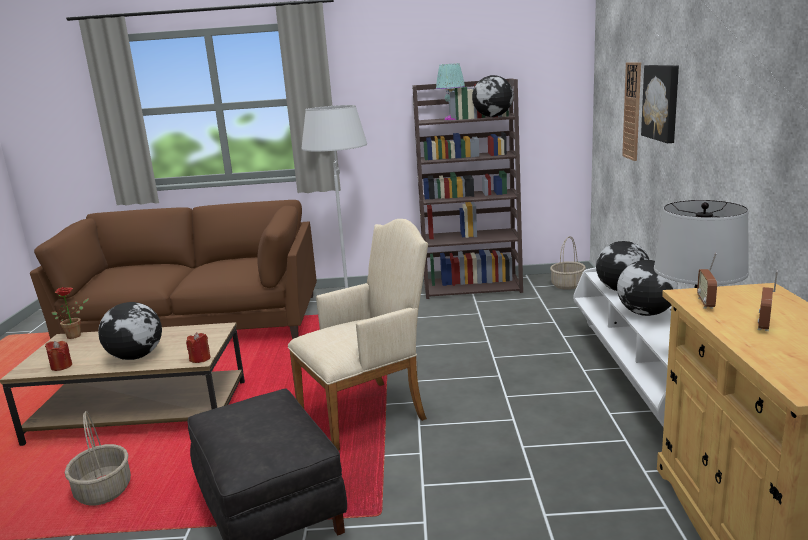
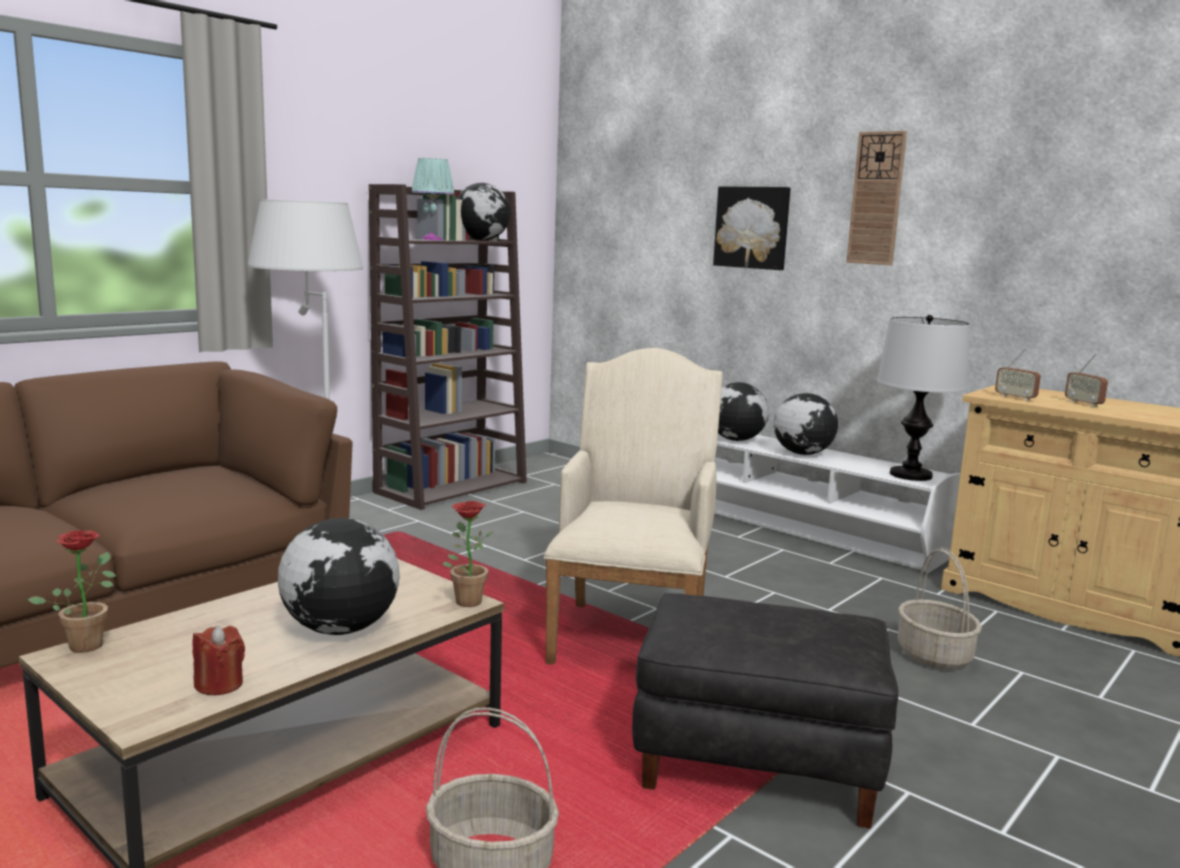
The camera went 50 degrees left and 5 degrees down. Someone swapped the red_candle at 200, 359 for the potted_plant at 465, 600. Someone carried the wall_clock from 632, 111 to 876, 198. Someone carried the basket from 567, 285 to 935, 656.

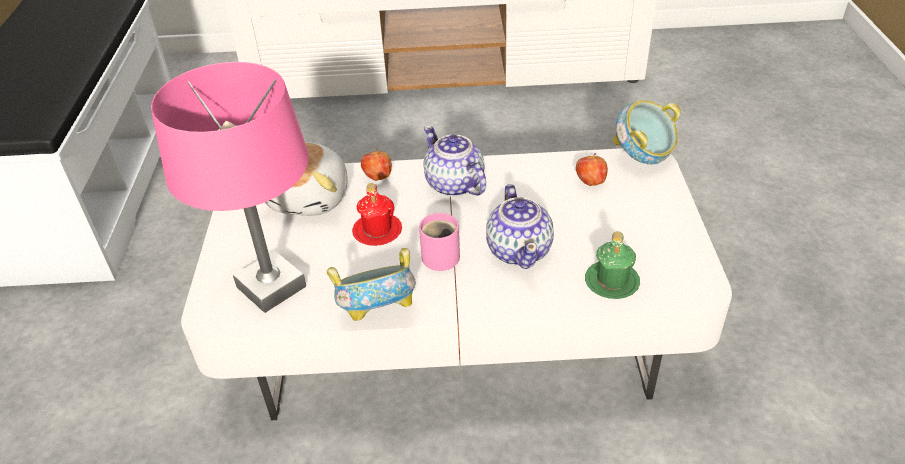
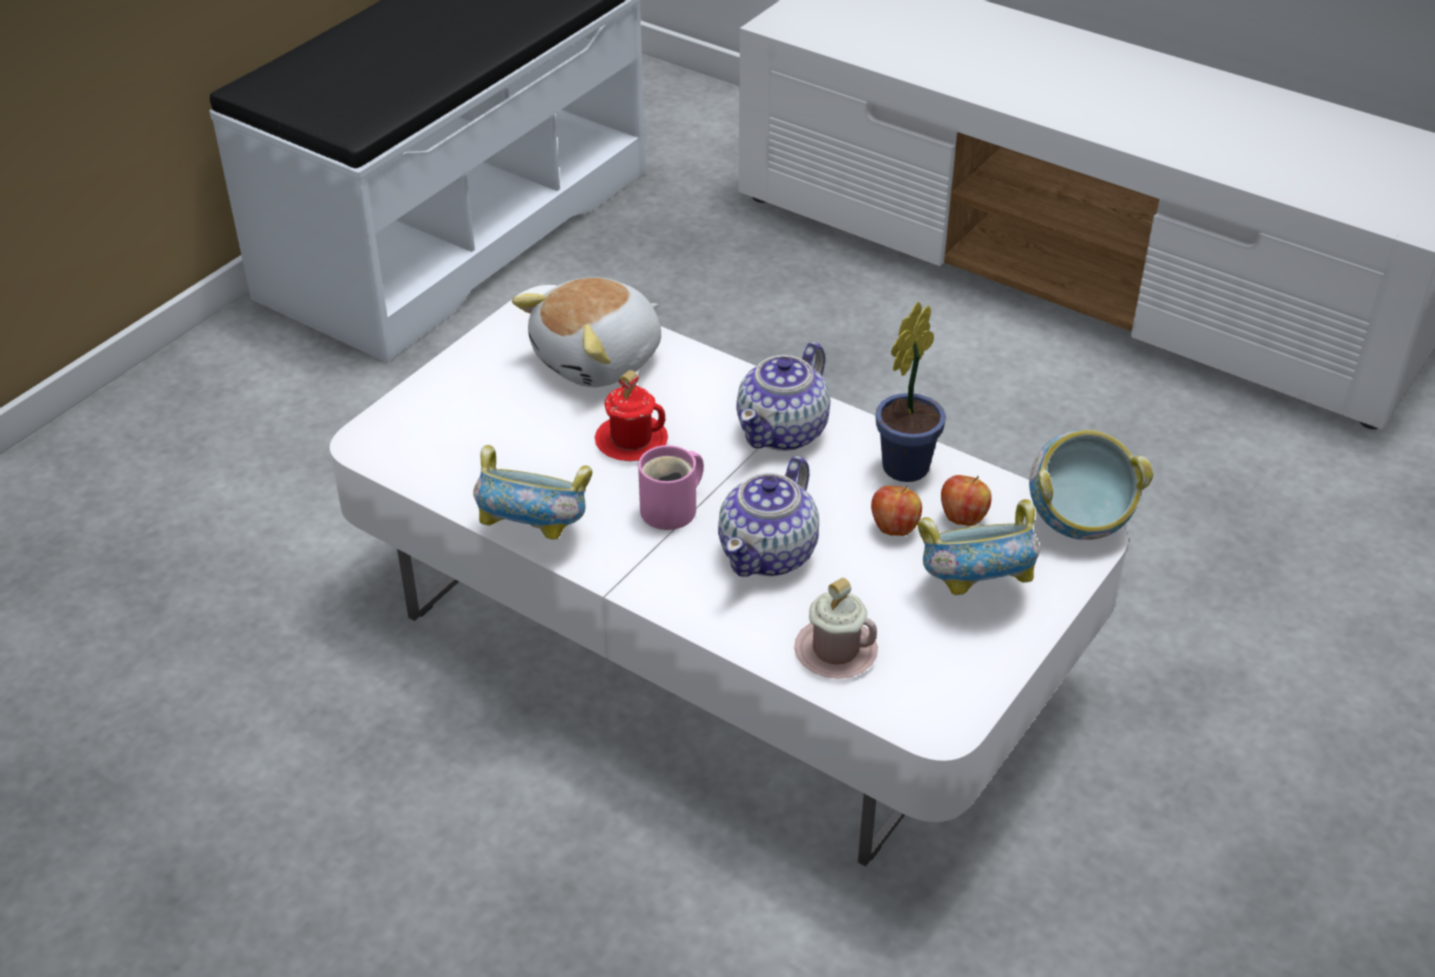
The camera went 35 degrees right and 0 degrees up. Someone rotated the teapot at 454, 185 by 150 degrees counterclockwise. Someone repainted the green_mug at 611, 281, which became the pink_mug at 835, 651. Someone carried the apple from 377, 177 to 894, 528. Someone put down the potted_plant at 909, 464. Someone put down the bowl at 975, 589. Someone took away the pink_table_lamp at 272, 286.

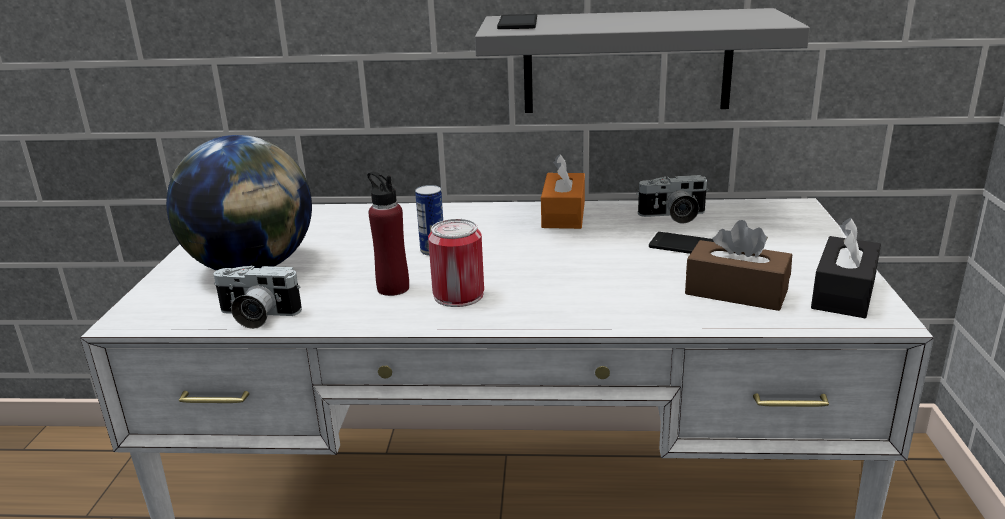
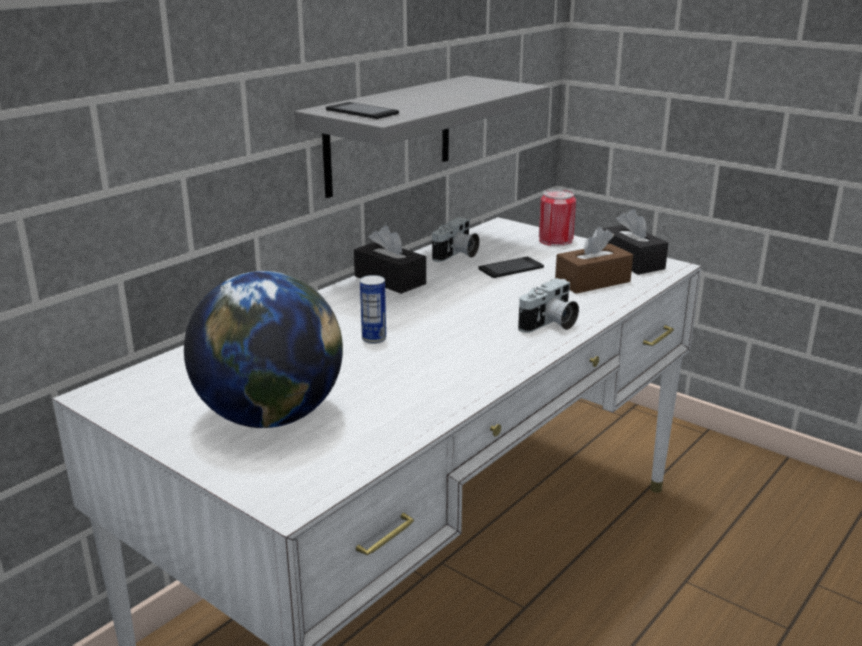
The camera went 55 degrees left and 0 degrees up. Someone repainted the orange_tissue_box at 563, 214, which became the black_tissue_box at 390, 280. Someone carried the photo_camera from 256, 316 to 550, 325. Someone carried the can from 458, 295 to 555, 240. Someone took away the red_bottle at 393, 288.

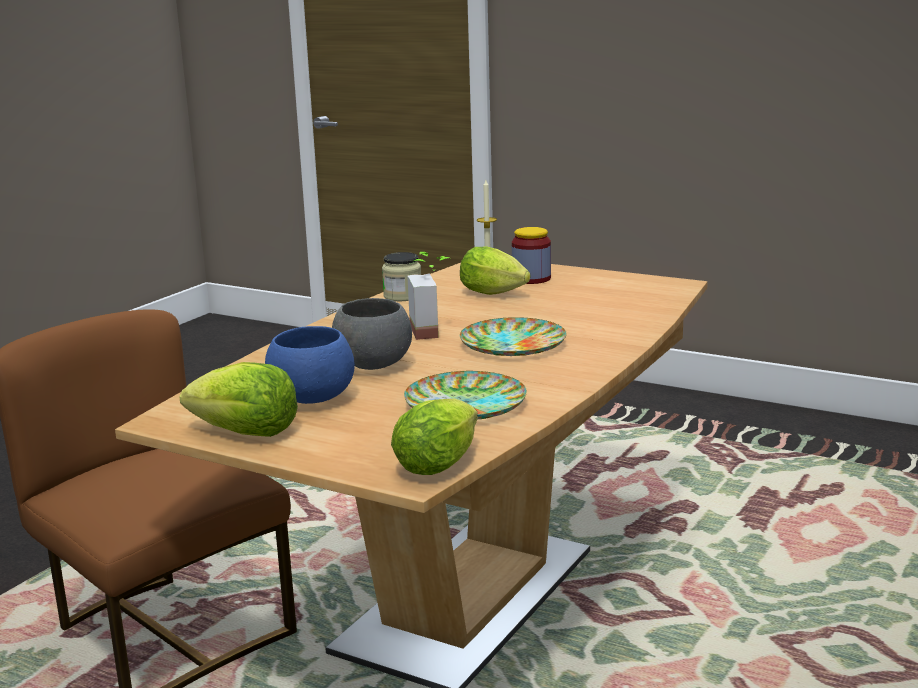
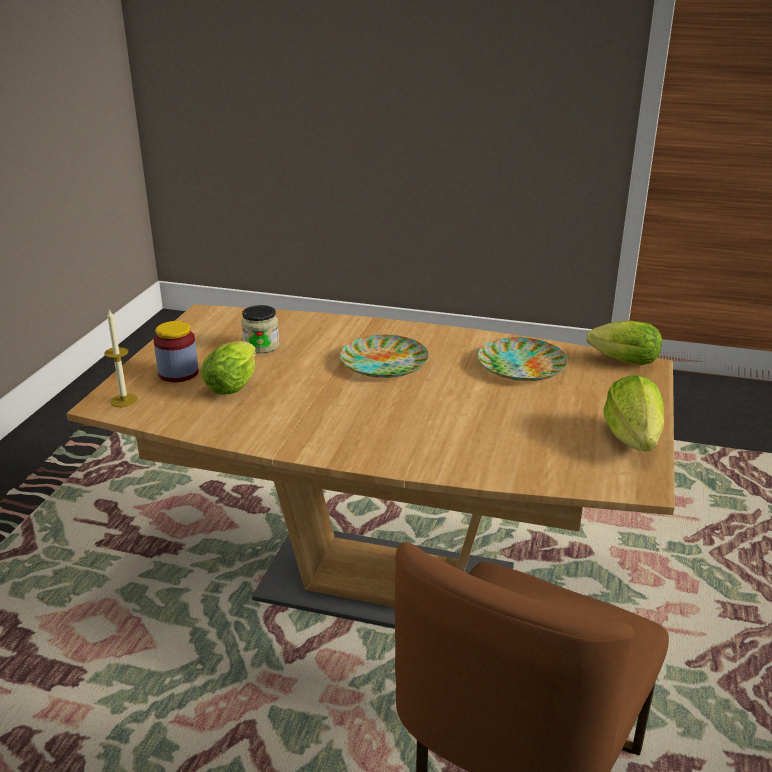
The camera went 105 degrees left and 10 degrees up. Someone carried the jar from 402, 296 to 261, 346. Someone took away the blue_bowl at 311, 399. Someone took away the grey_bowl at 372, 366. Someone took away the potted_plant at 433, 331.

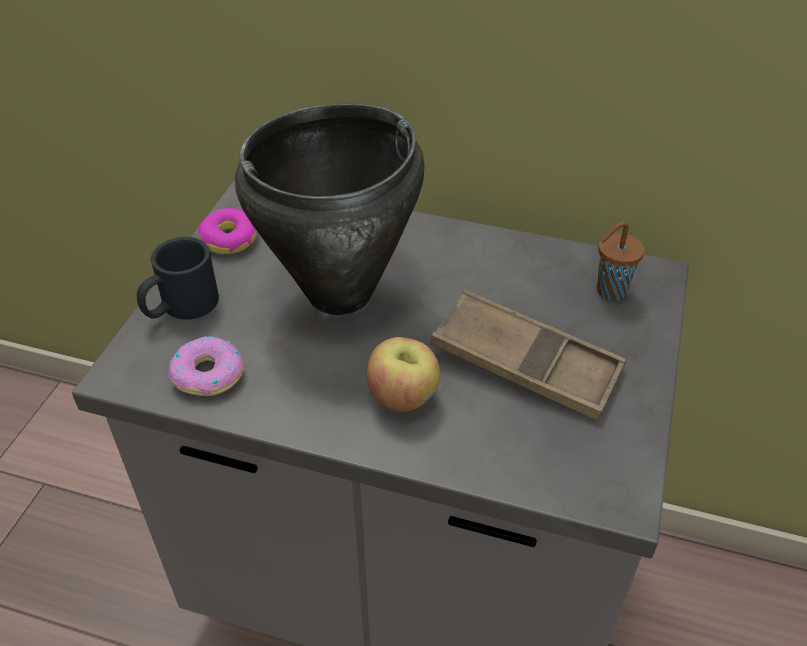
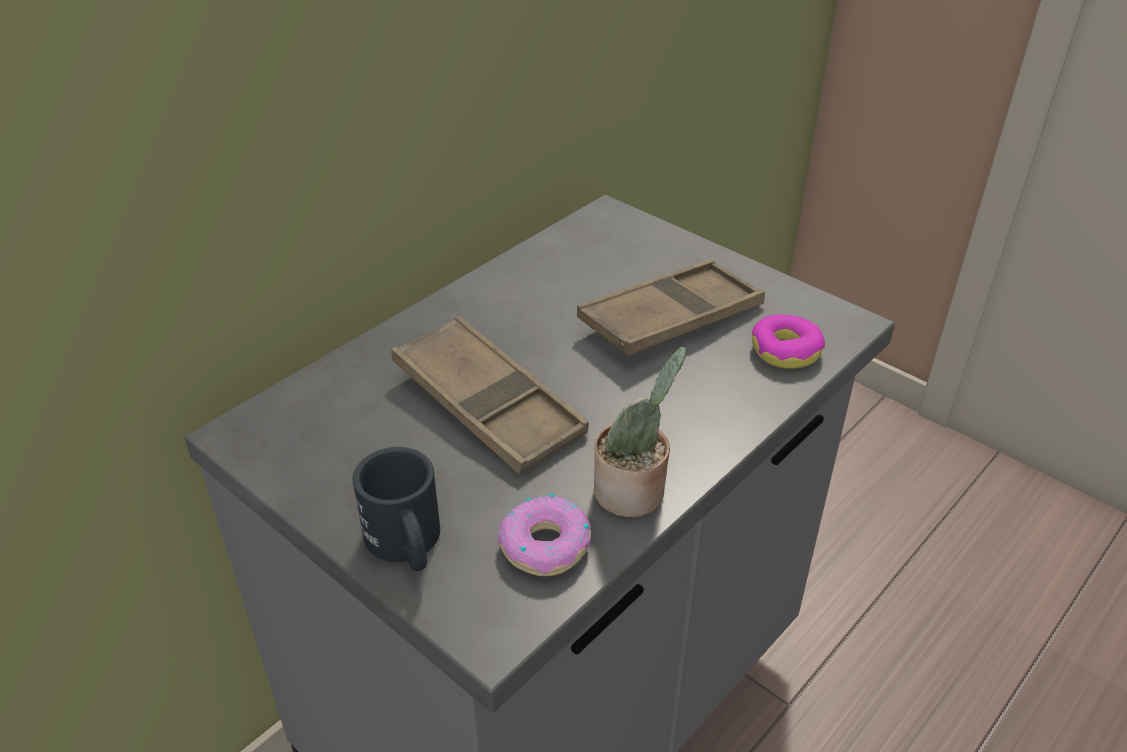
The camera went 65 degrees left and 5 degrees down. Someone swapped the black_cooking_pot at 341, 293 for the brown_tray at 488, 404. Someone put down the potted_plant at 633, 493. Someone carried the donut from 229, 239 to 786, 351. Someone took away the apple at 403, 397. Someone took away the brown_cup at 609, 291.

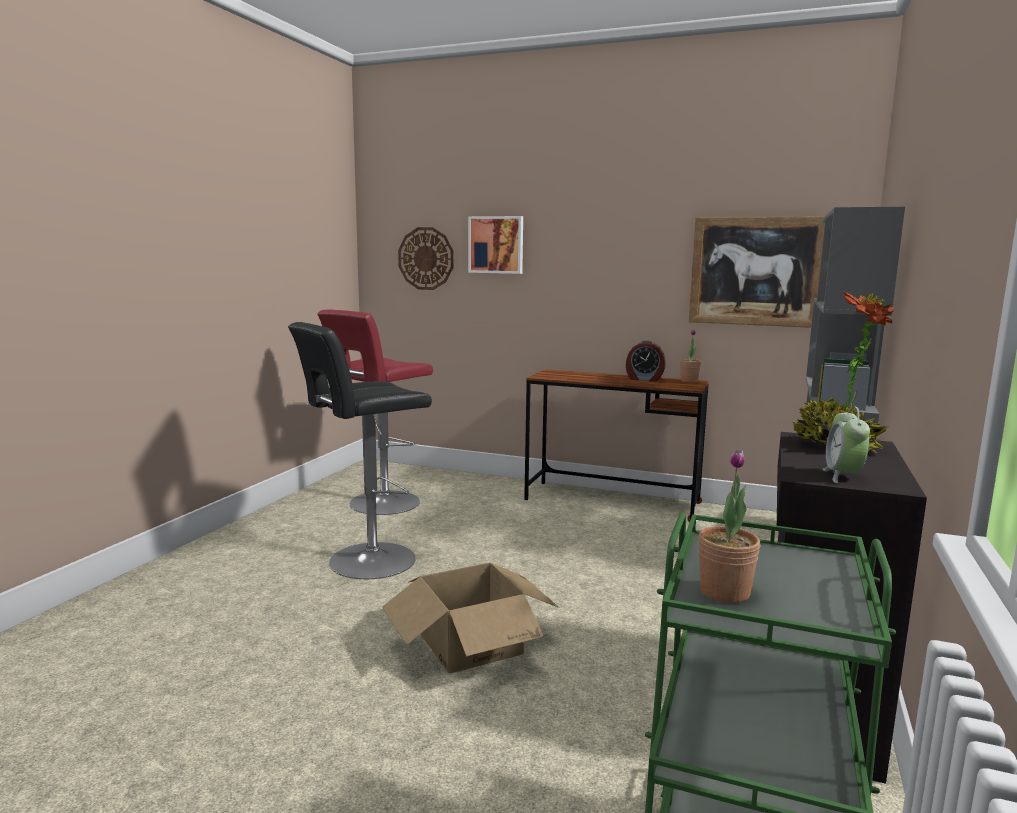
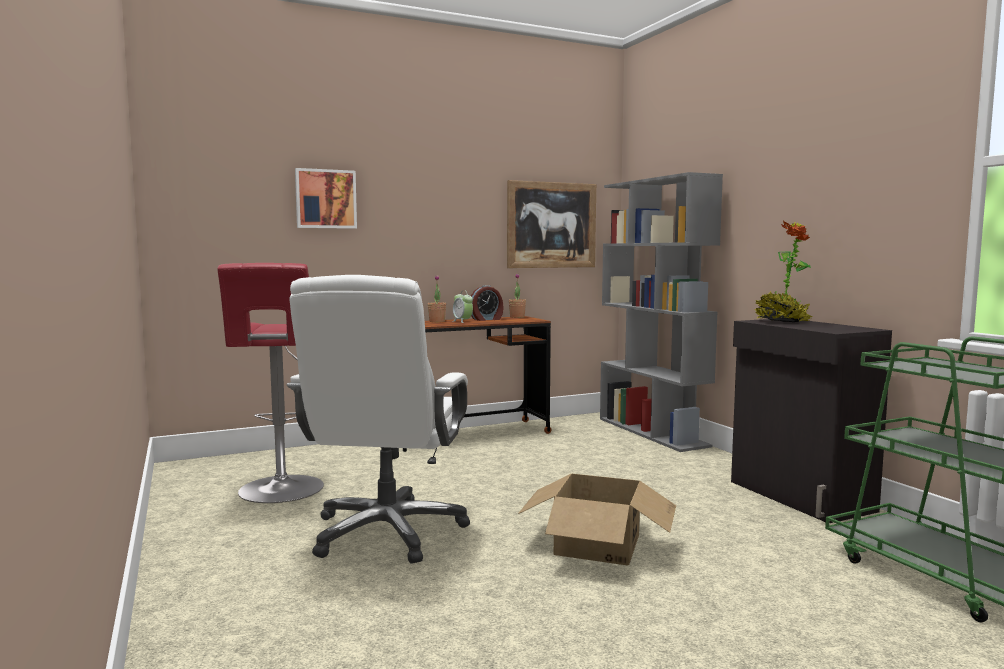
The camera went 45 degrees left and 5 degrees down. Someone swapped the black_stool at 366, 562 for the white_office_chair at 387, 532. Someone carried the potted_plant from 724, 592 to 437, 321. Someone carried the alarm_clock from 843, 476 to 462, 321. Someone took away the wall_clock at 426, 258.

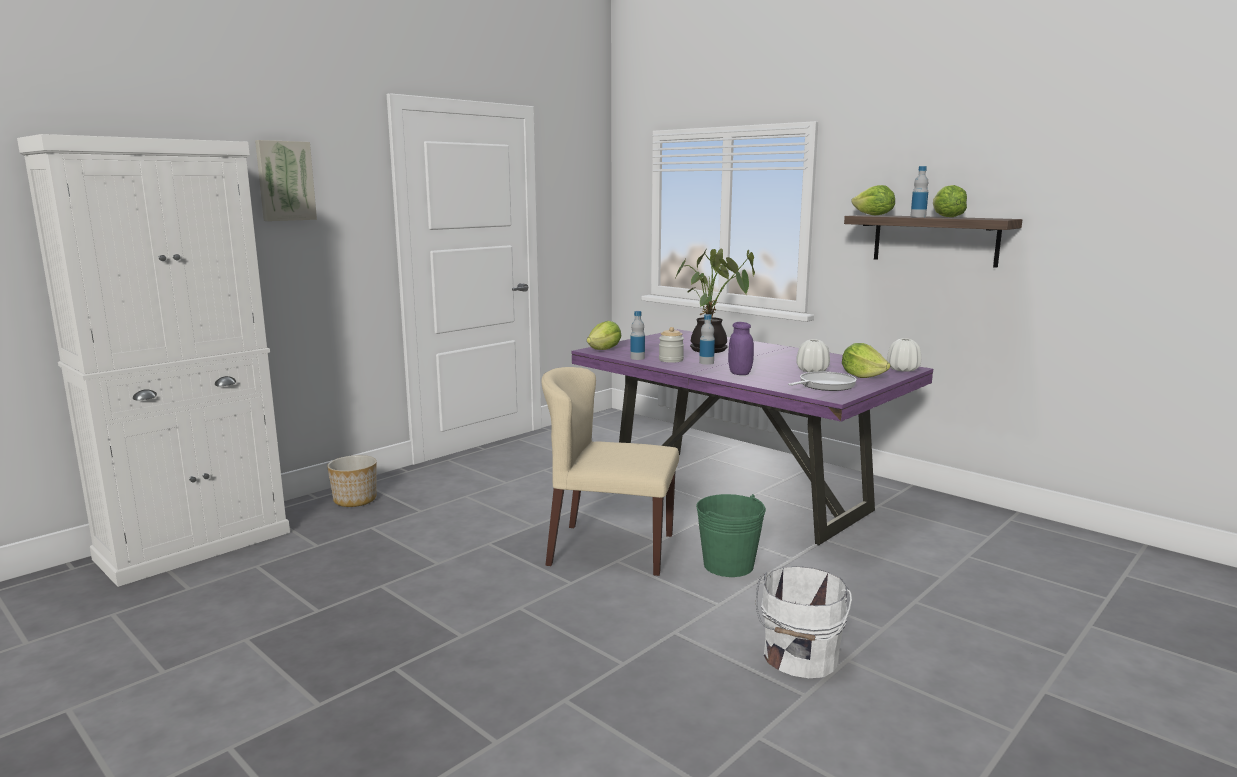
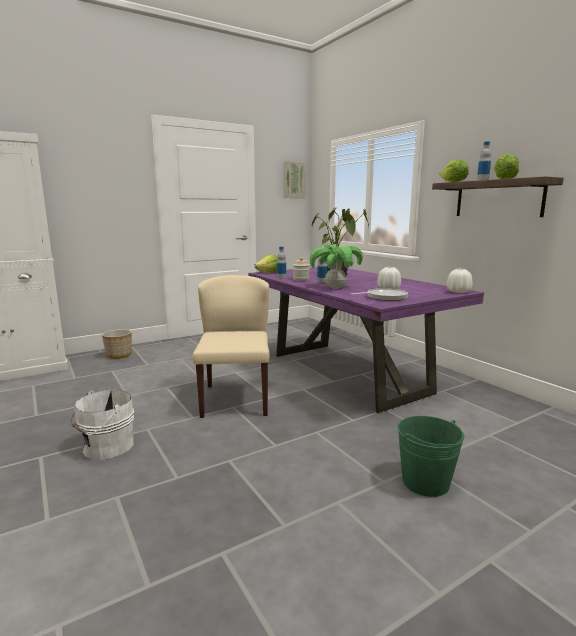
The camera went 15 degrees right and 0 degrees up. Someone carried the white_bucket from 799, 658 to 106, 447. Someone rotated the beige_chair at 610, 549 by 60 degrees clockwise. Someone carried the picture from 285, 181 to 293, 180. Someone swapped the purple_jar at 740, 373 for the potted_plant at 335, 288. Someone carried the green_bucket from 728, 565 to 425, 482. Someone took away the lettuce at 862, 376.

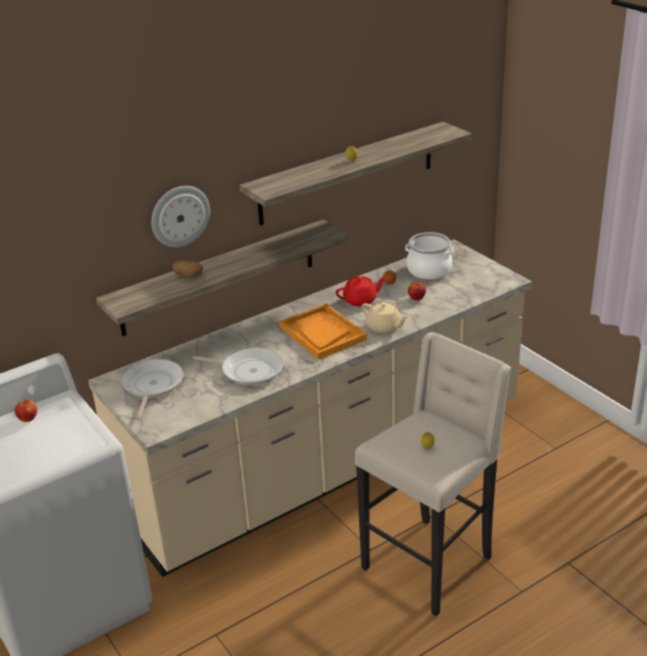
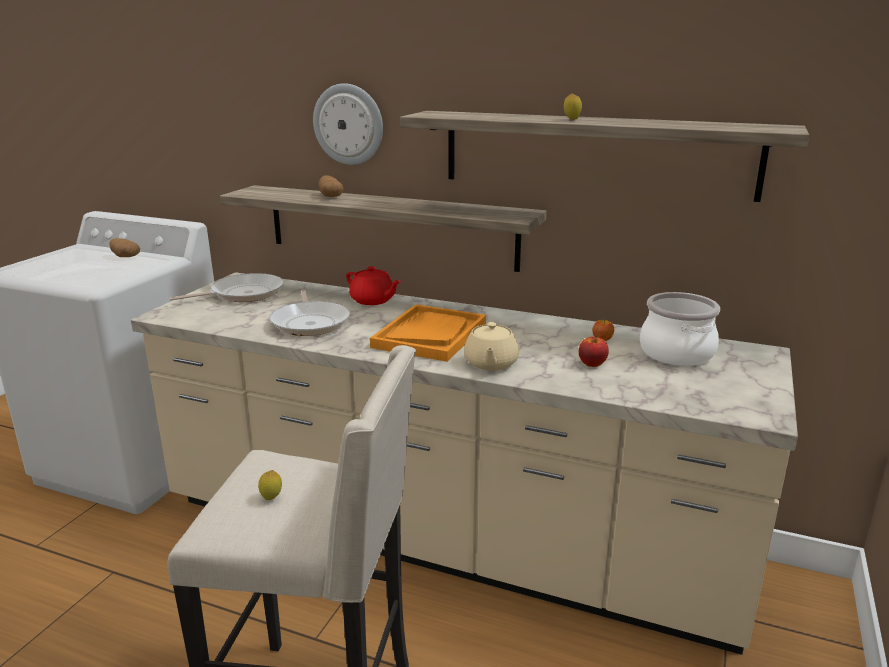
The camera went 55 degrees right and 10 degrees down. Someone swapped the apple at 28, 419 for the potato at 124, 257. Someone carried the red_teapot from 361, 300 to 373, 300.

